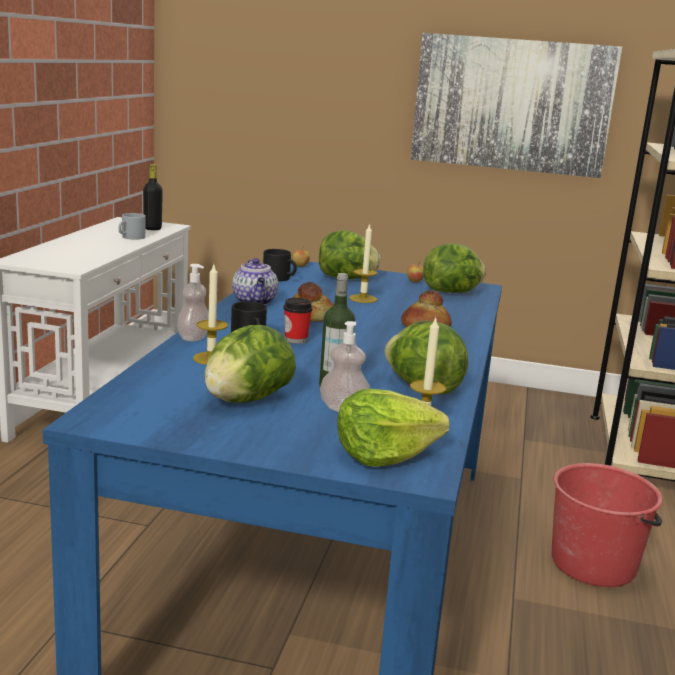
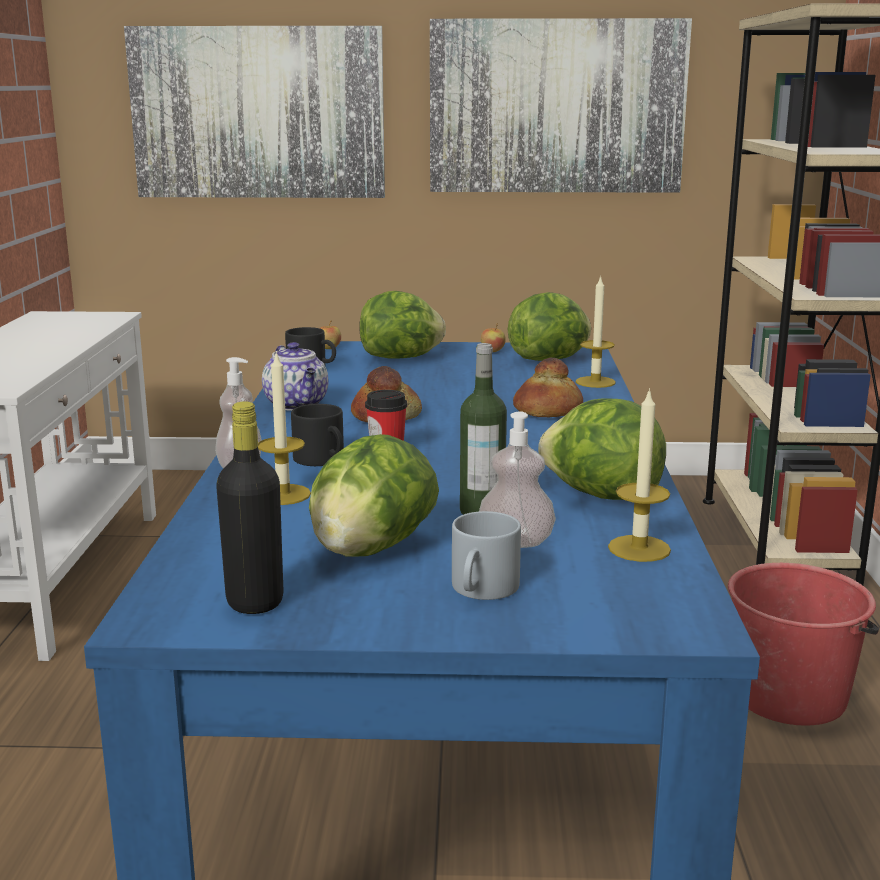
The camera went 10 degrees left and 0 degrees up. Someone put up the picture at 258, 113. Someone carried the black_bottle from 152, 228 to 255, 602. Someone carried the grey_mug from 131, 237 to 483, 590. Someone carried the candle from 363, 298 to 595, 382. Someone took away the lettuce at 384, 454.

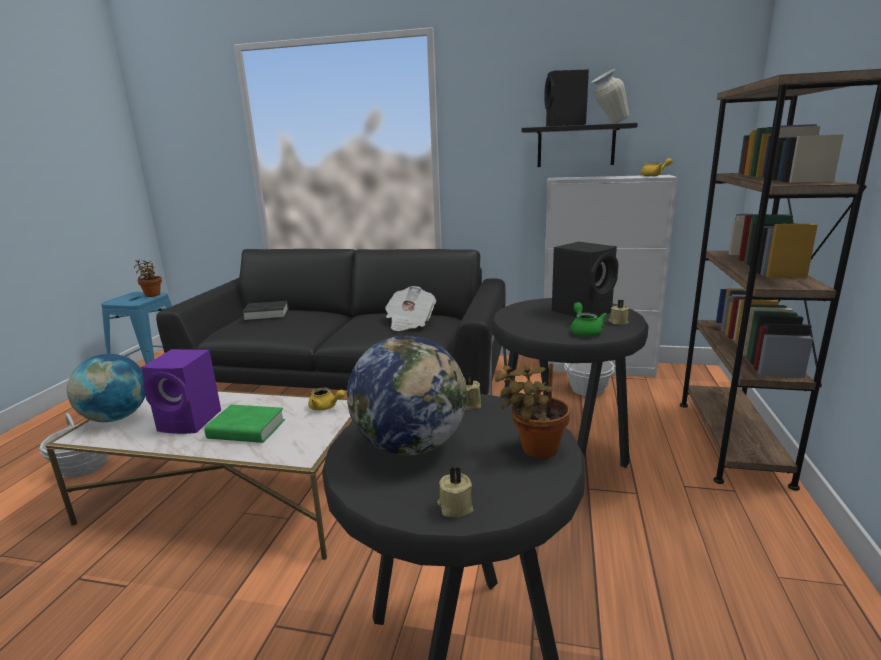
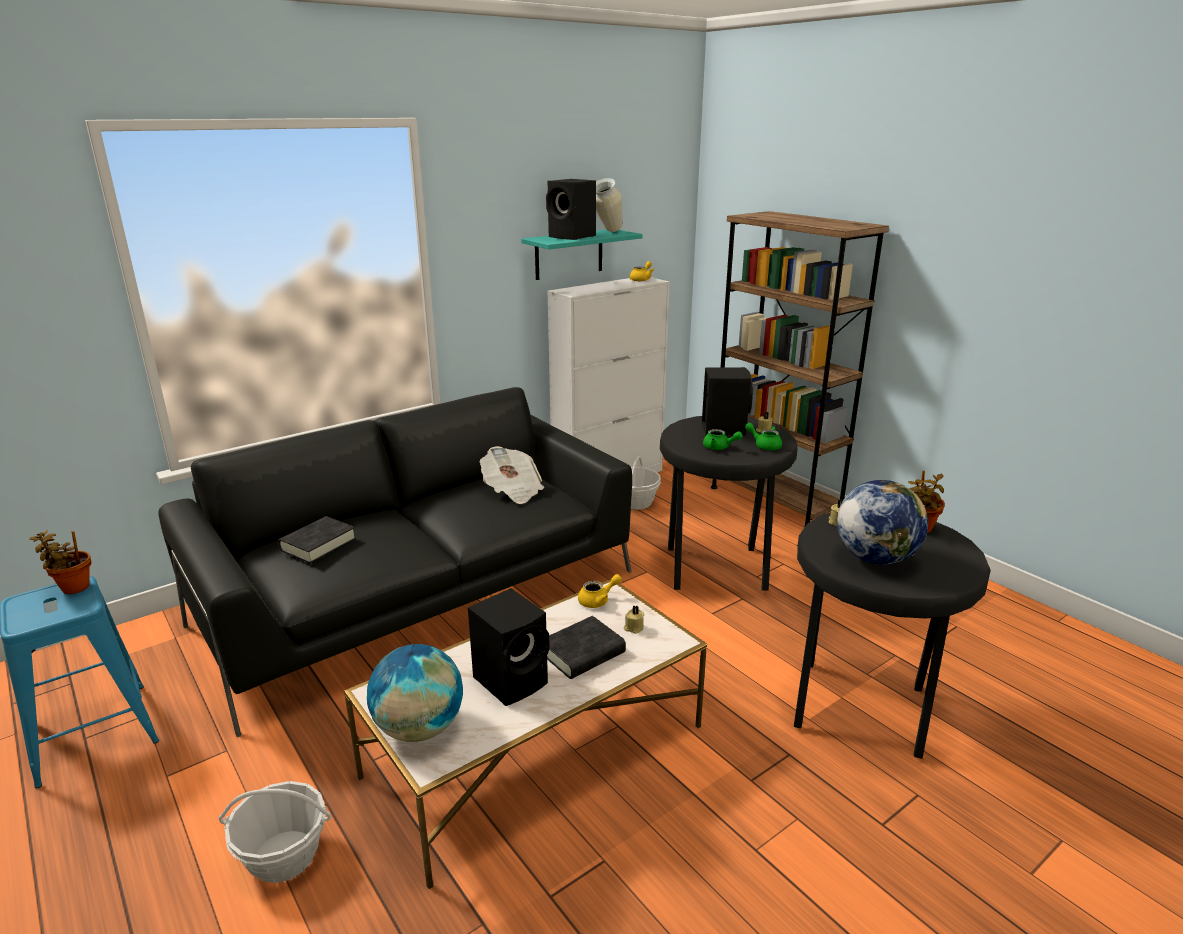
The camera went 50 degrees left and 5 degrees up. Someone repainted the purple_speaker at 191, 421, which became the black_speaker at 513, 680. Someone repainted the black_shelf at 576, 146, which became the turquoise_shelf at 569, 254. Someone repainted the green_book at 246, 429, which became the black_book at 582, 653. Someone carried the beige_candle from 455, 507 to 633, 628. Someone put down the green_teapot at 719, 447.

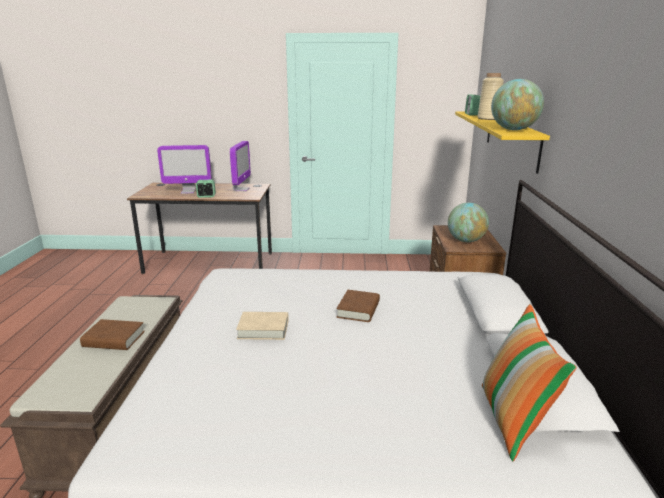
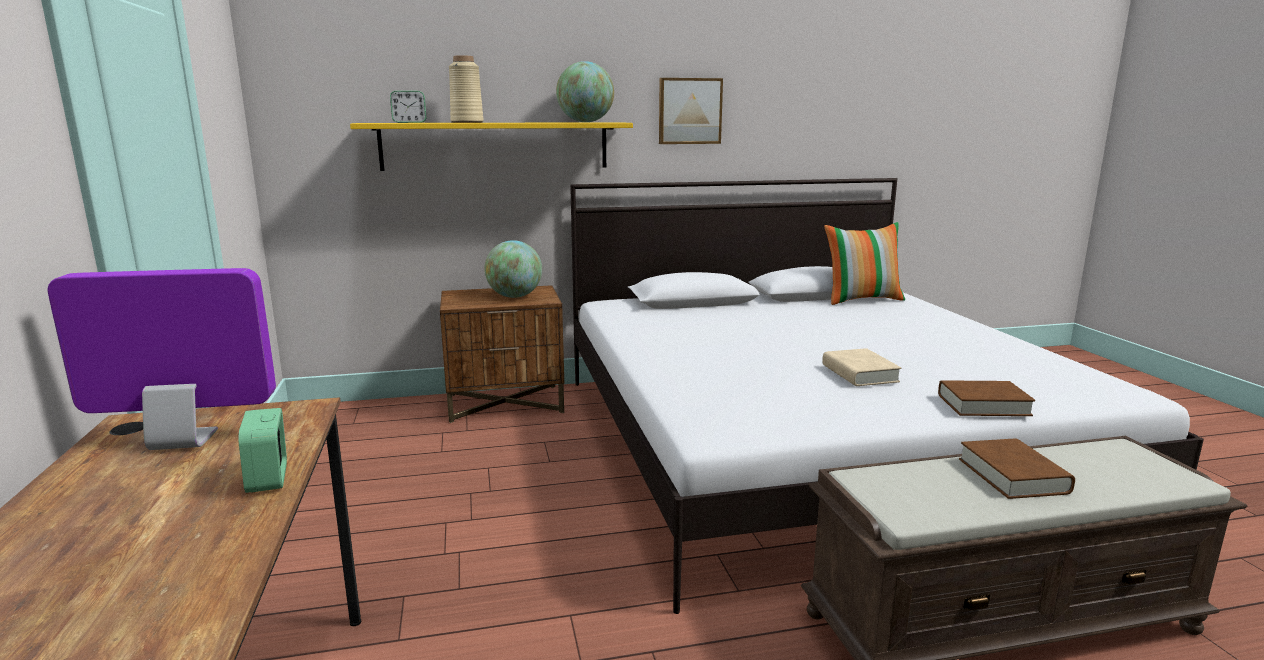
The camera went 105 degrees left and 5 degrees down. Someone put up the picture at 689, 111. Someone carried the brown_book from 358, 310 to 983, 405. Someone took away the monitor at 188, 192.

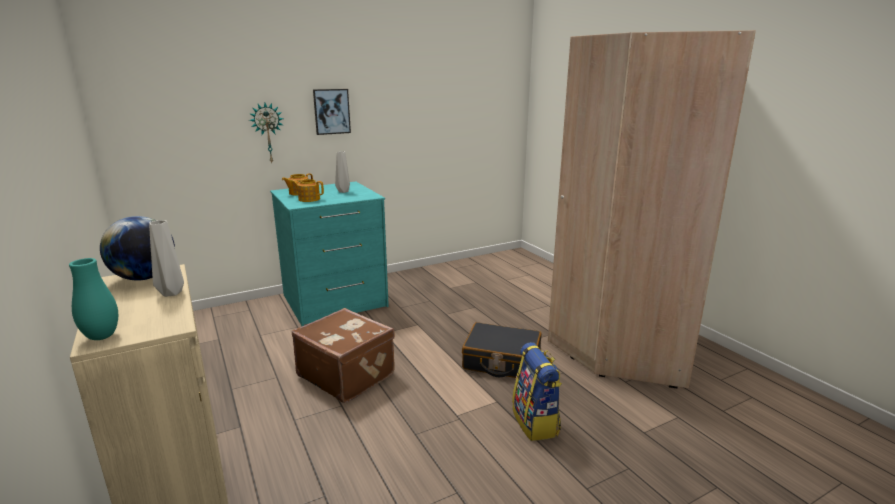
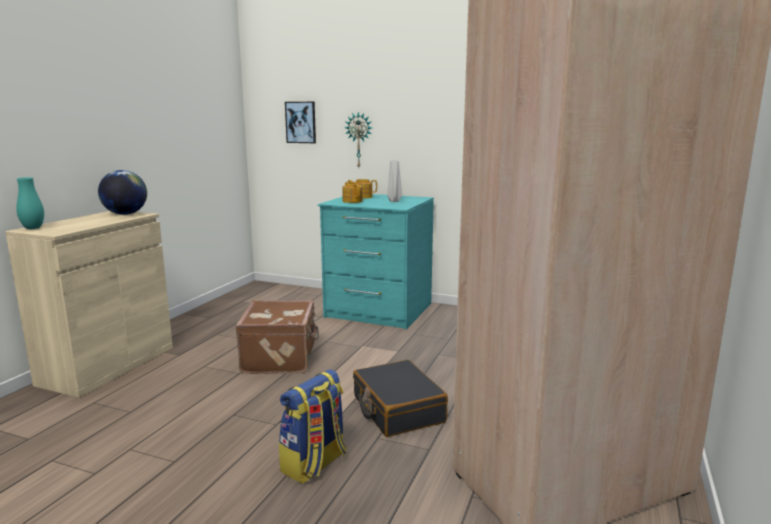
The camera went 50 degrees right and 5 degrees down. Someone carried the picture from 331, 111 to 301, 122. Someone took away the grey_vase at 173, 293.

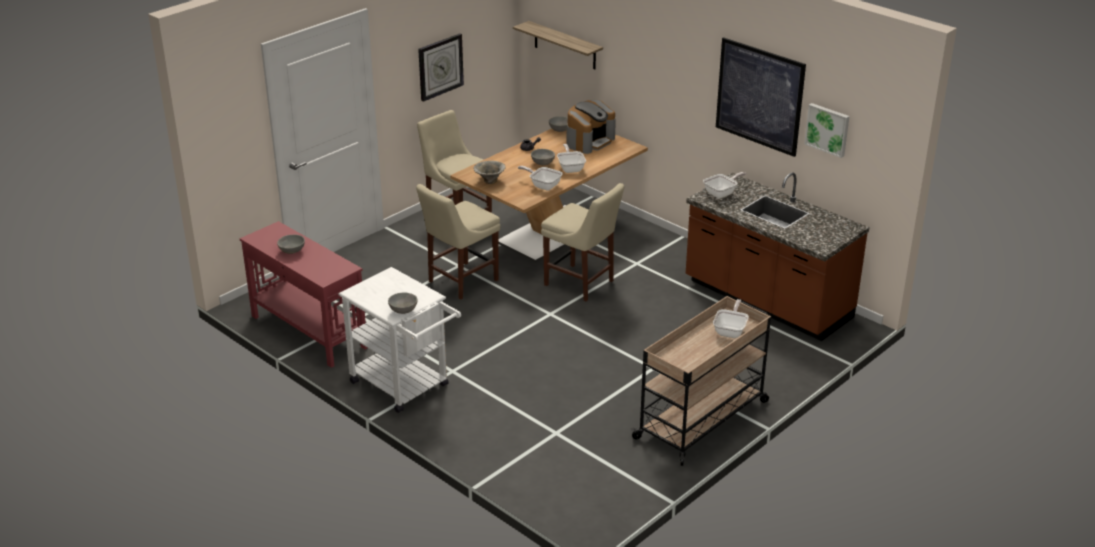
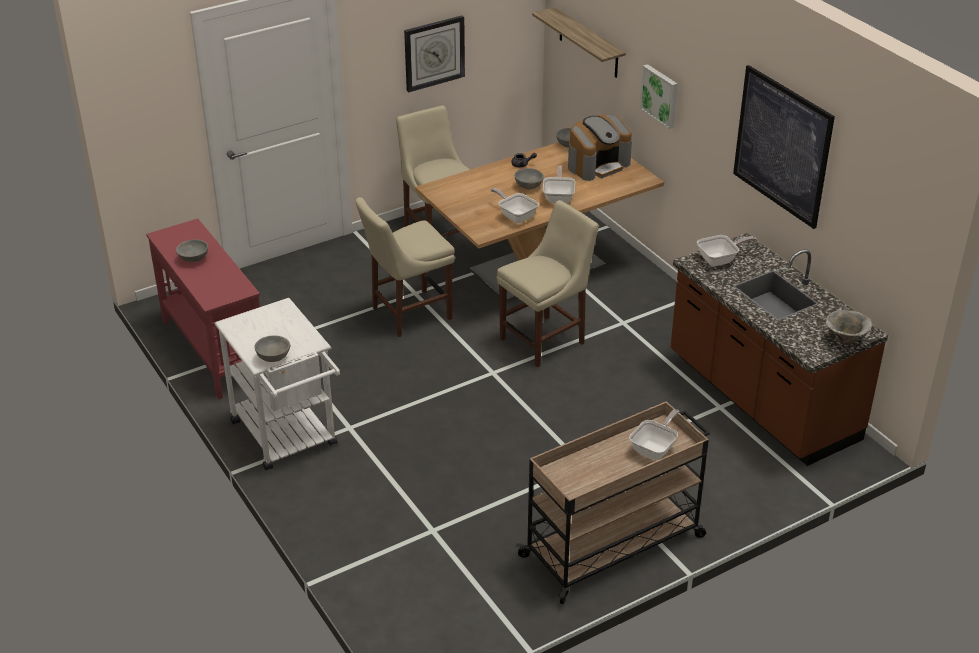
The camera went 15 degrees right and 5 degrees up. Someone rotated the beige_chair at 581, 284 by 90 degrees counterclockwise. Someone carried the picture from 828, 129 to 660, 95. Someone carried the bowl from 489, 181 to 844, 340.

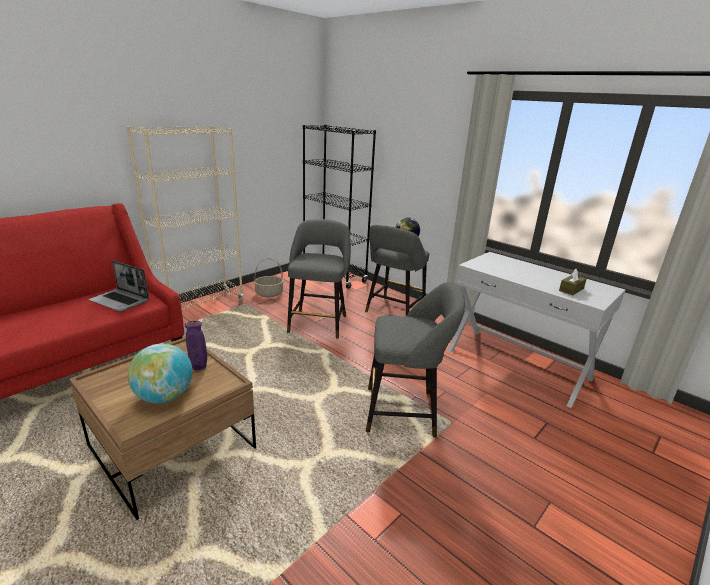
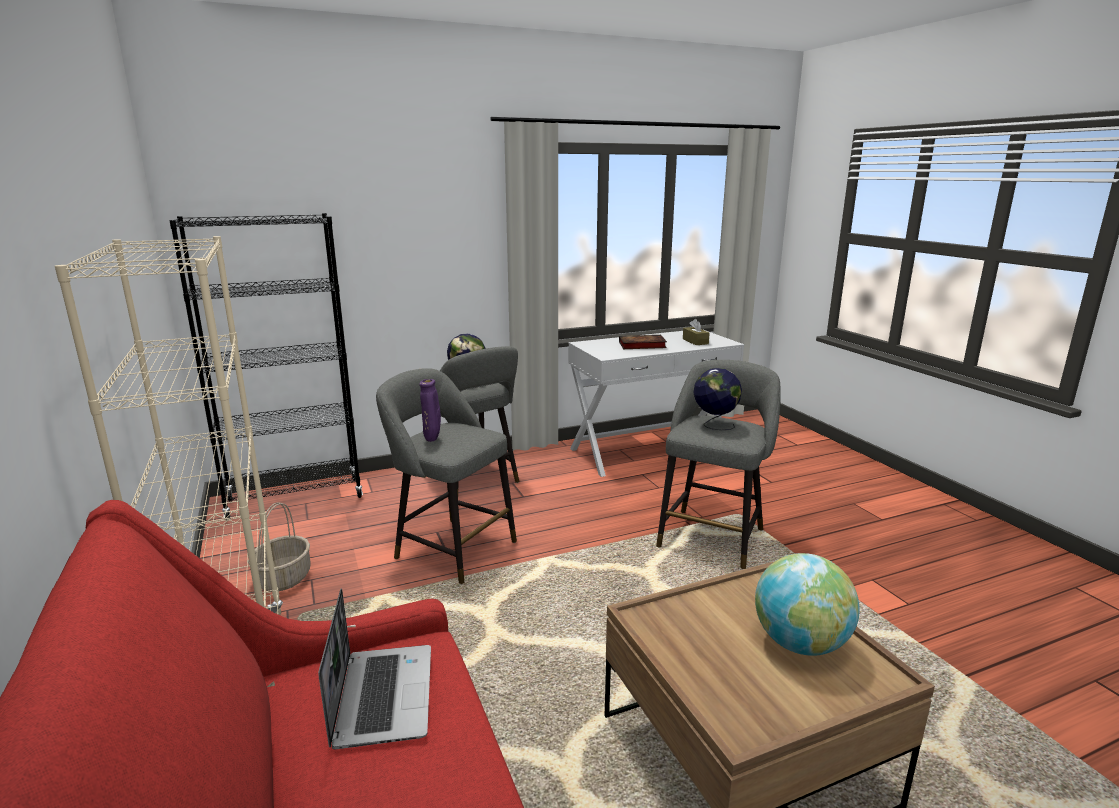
The camera went 65 degrees left and 5 degrees down. Someone rotated the laptop at 120, 301 by 60 degrees counterclockwise. Someone carried the purple_vase from 199, 368 to 432, 439. Someone put down the book at 641, 345. Someone put down the globe at 714, 425.

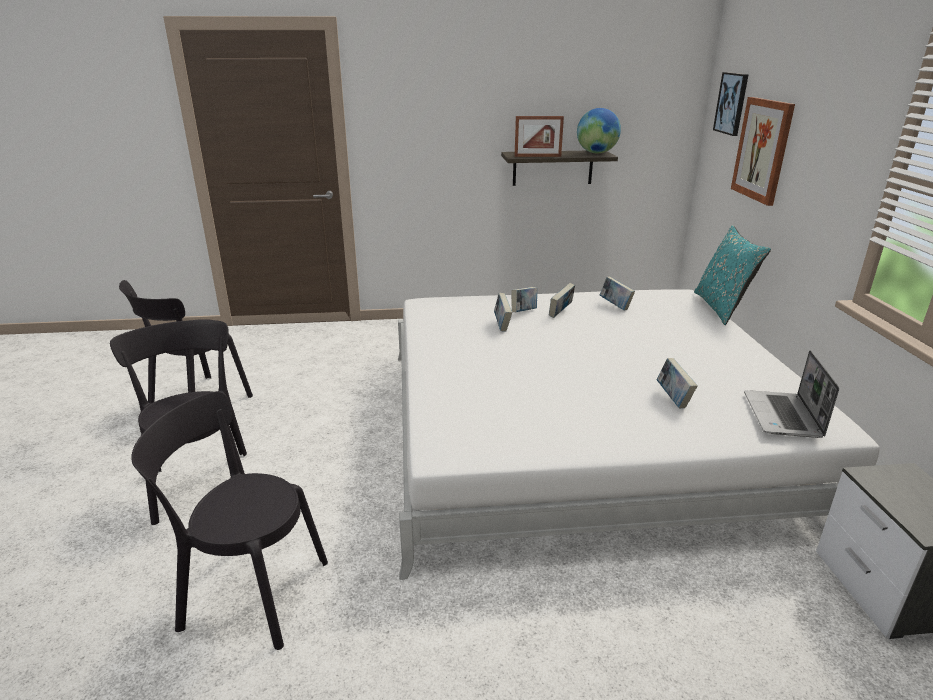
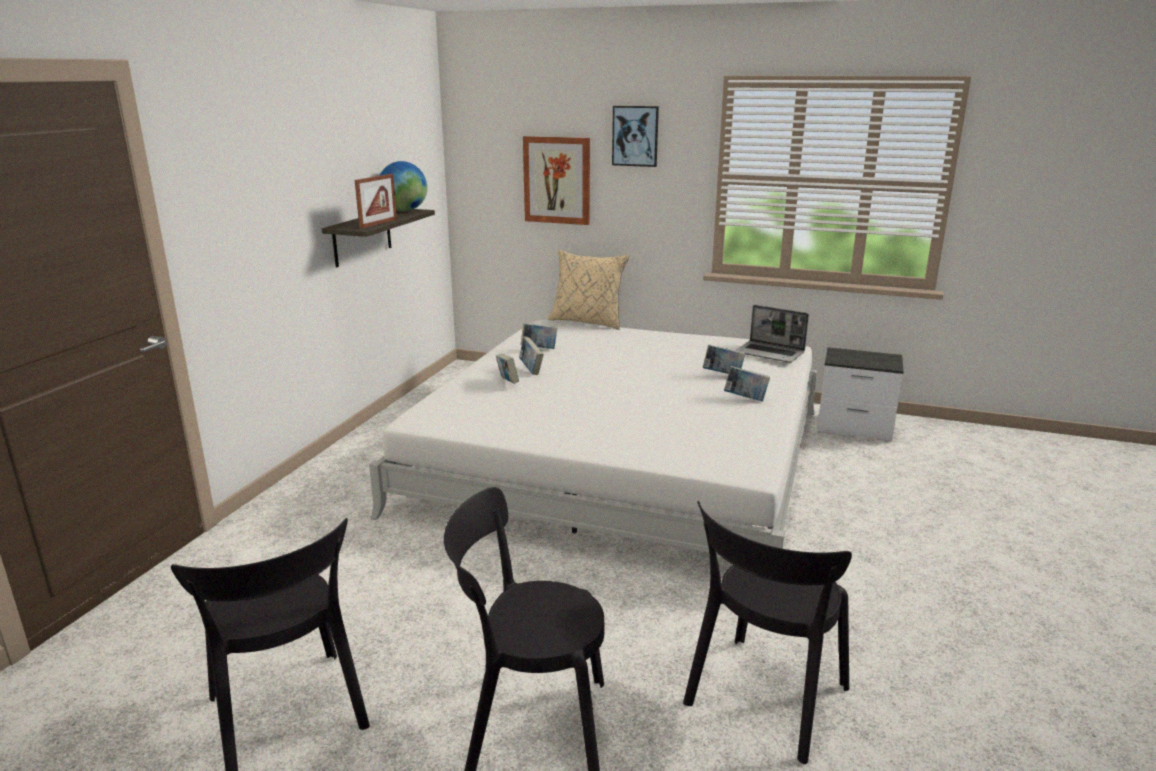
The camera went 65 degrees left and 5 degrees down. Someone repainted the turquoise_pillow at 722, 308, which became the beige_pillow at 587, 322. Someone carried the picture from 731, 103 to 635, 136. Someone carried the book from 502, 325 to 745, 398.

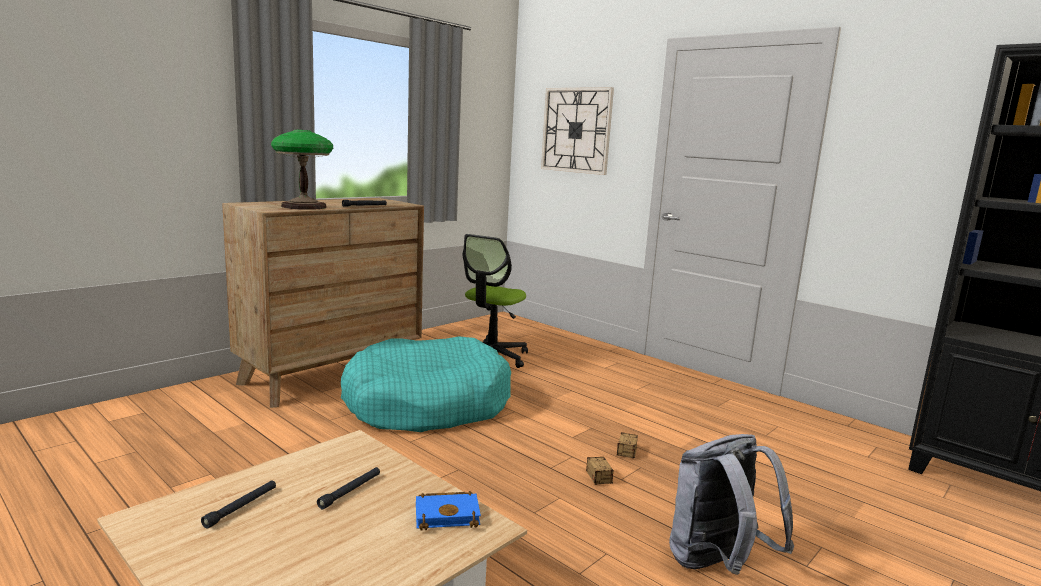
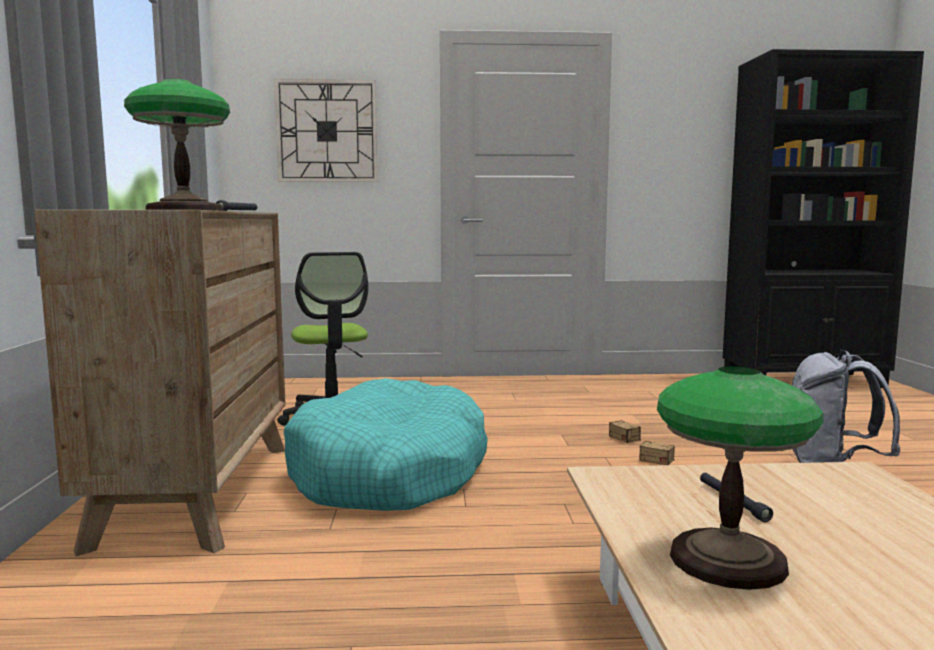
The camera went 45 degrees left and 5 degrees down. Someone swapped the black_flashlight at 241, 507 for the table_lamp at 726, 559. Someone took away the blue_book at 448, 514.

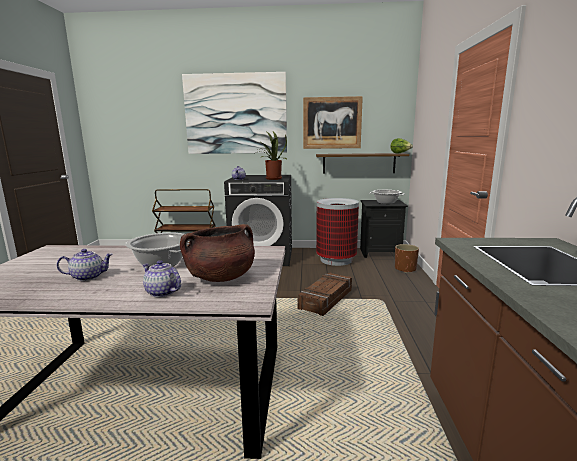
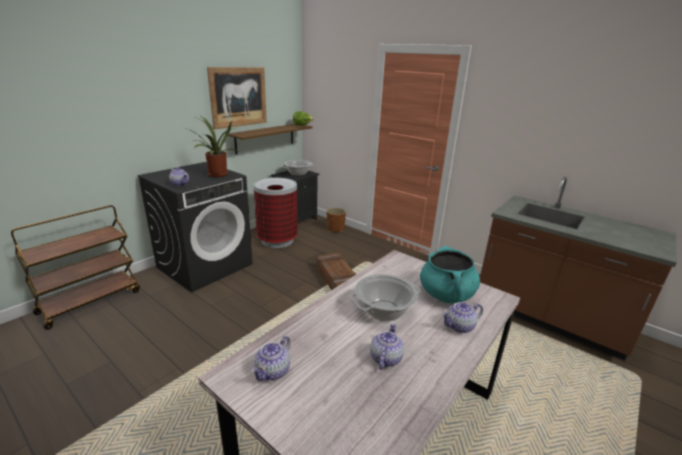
The camera went 55 degrees left and 10 degrees up. Someone put down the teapot at 273, 371. Someone repainted the brown_cooking_pot at 221, 277, which became the turquoise_cooking_pot at 446, 295. Someone took away the picture at 236, 114.

